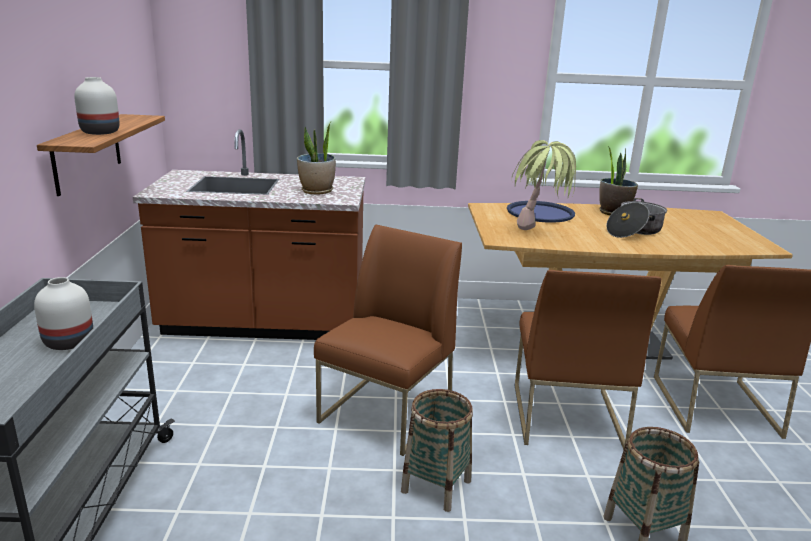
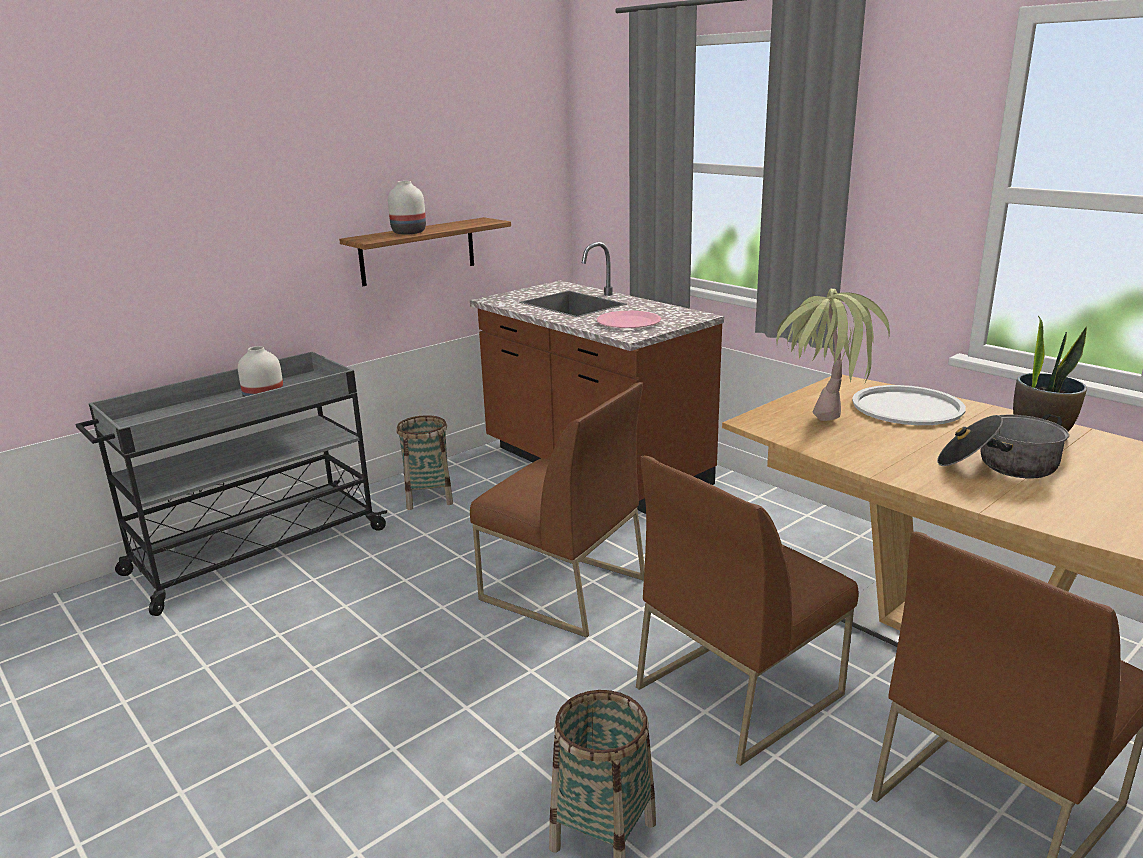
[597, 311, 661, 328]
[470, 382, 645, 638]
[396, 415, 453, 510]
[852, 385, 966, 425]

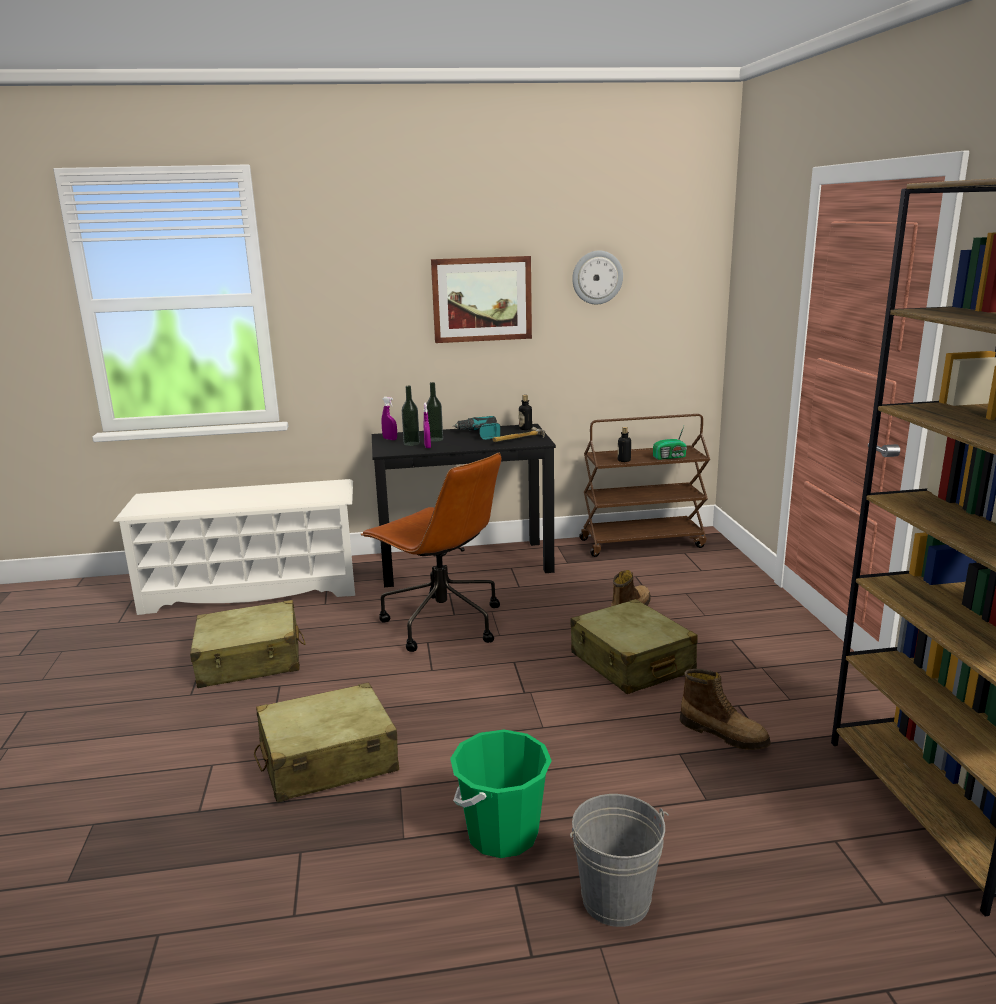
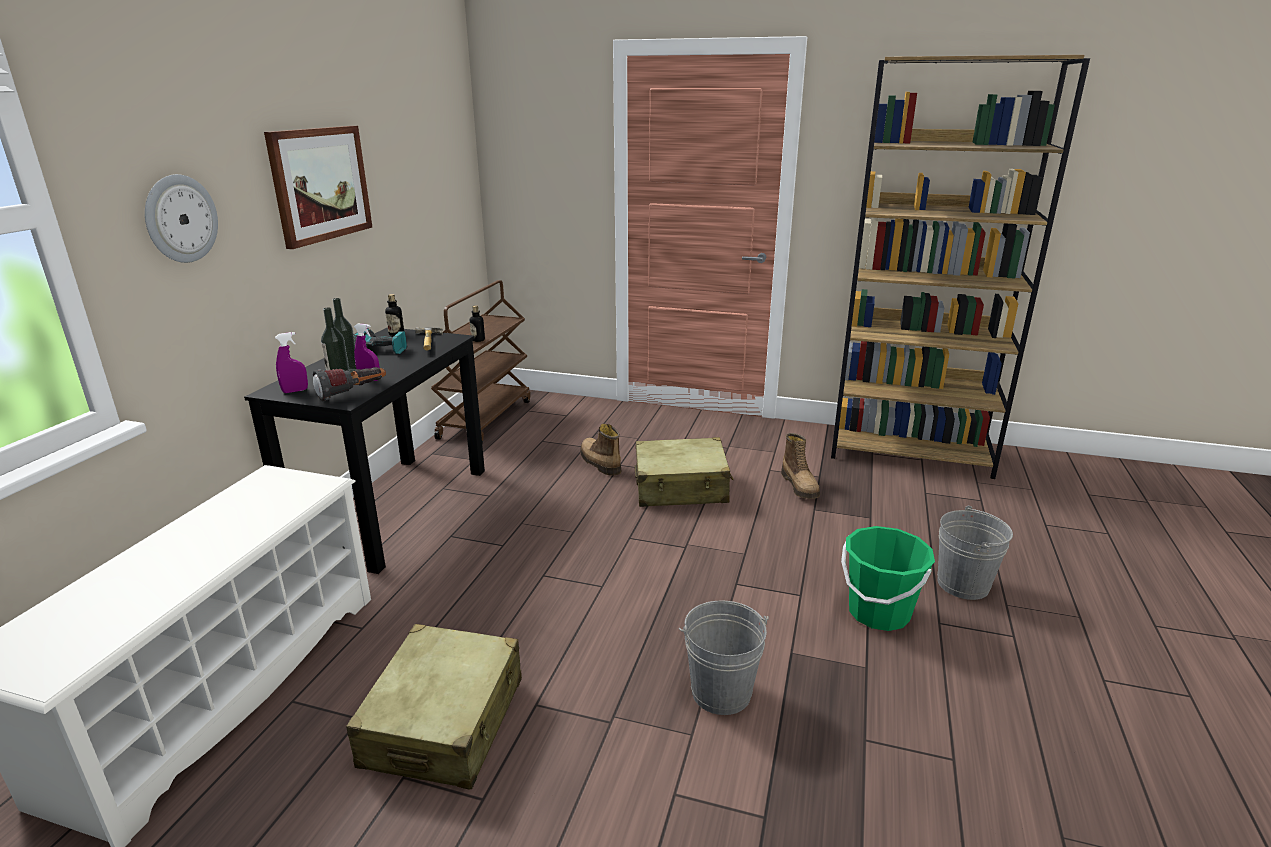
[679, 601, 769, 715]
[361, 452, 501, 652] (first image)
[145, 174, 218, 263]
[653, 424, 687, 460] (first image)
[781, 433, 820, 499]
[313, 367, 386, 401]

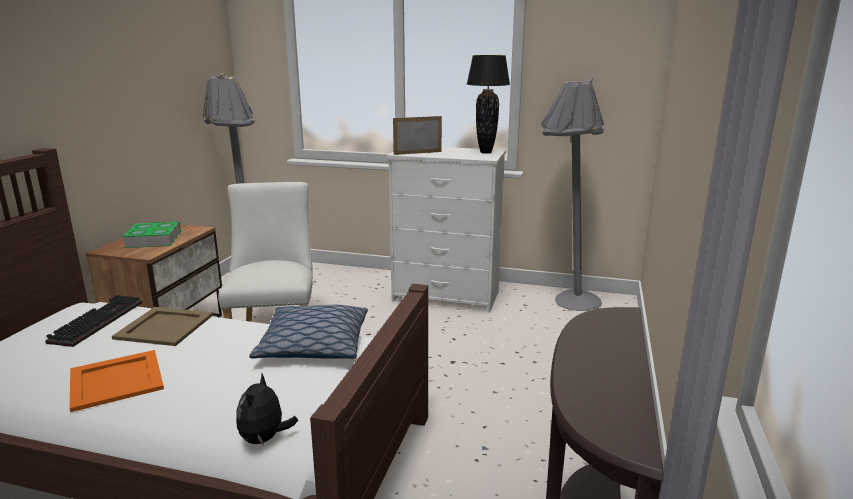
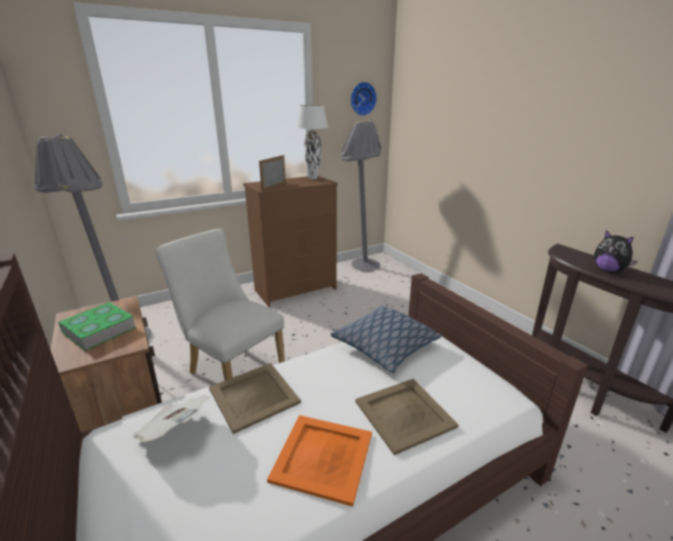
[133, 395, 211, 442]
[594, 230, 637, 272]
[243, 176, 338, 307]
[296, 105, 328, 180]
[350, 82, 377, 116]
[355, 379, 459, 455]

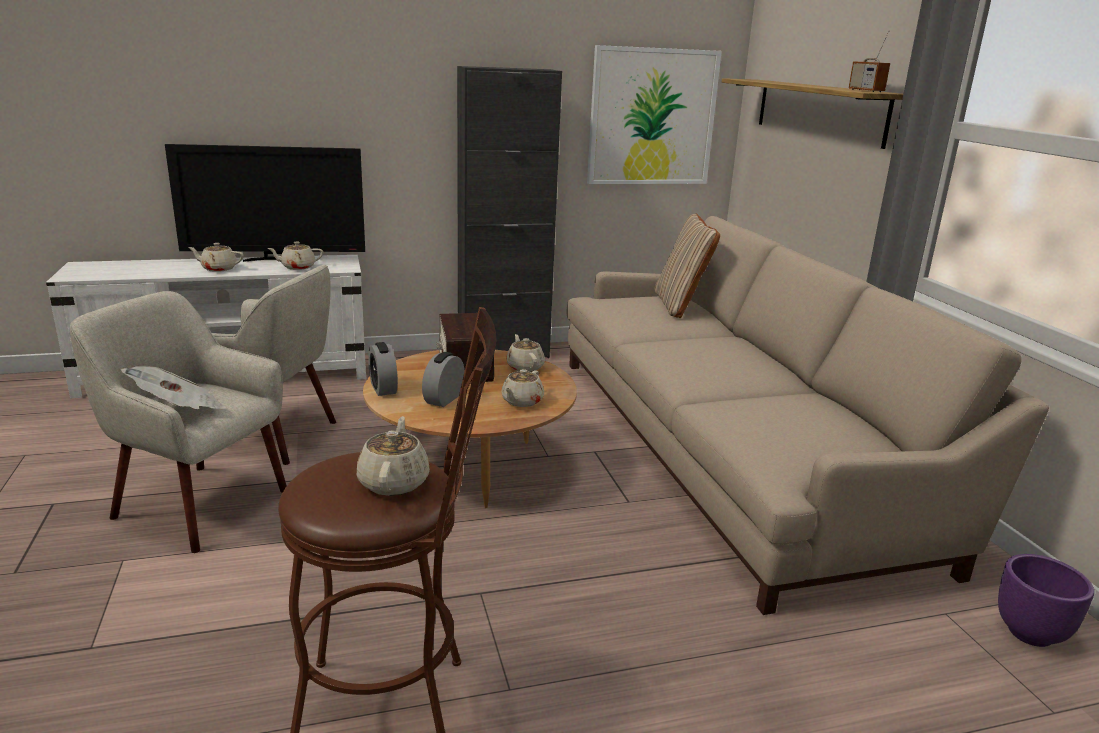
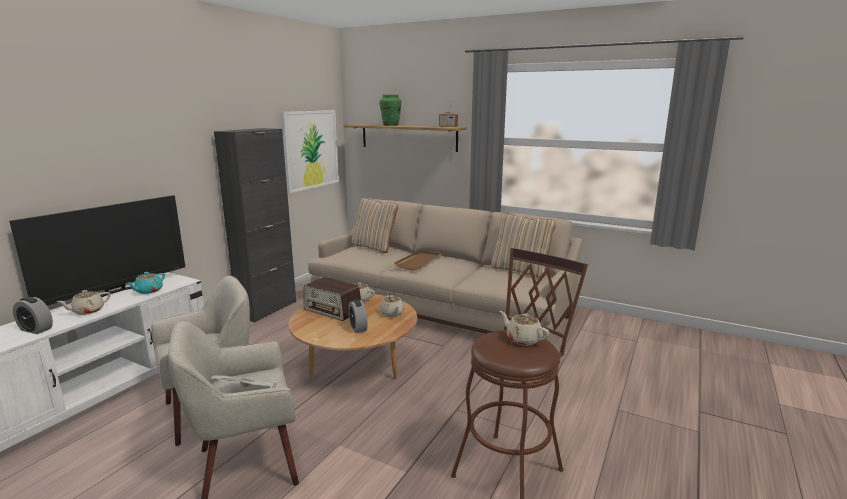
[127, 272, 165, 294]
[13, 297, 53, 334]
[998, 554, 1094, 647] (first image)
[379, 95, 402, 126]
[394, 250, 441, 271]
[491, 213, 556, 278]

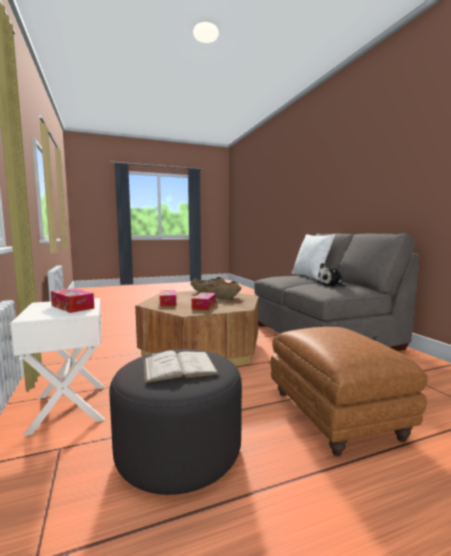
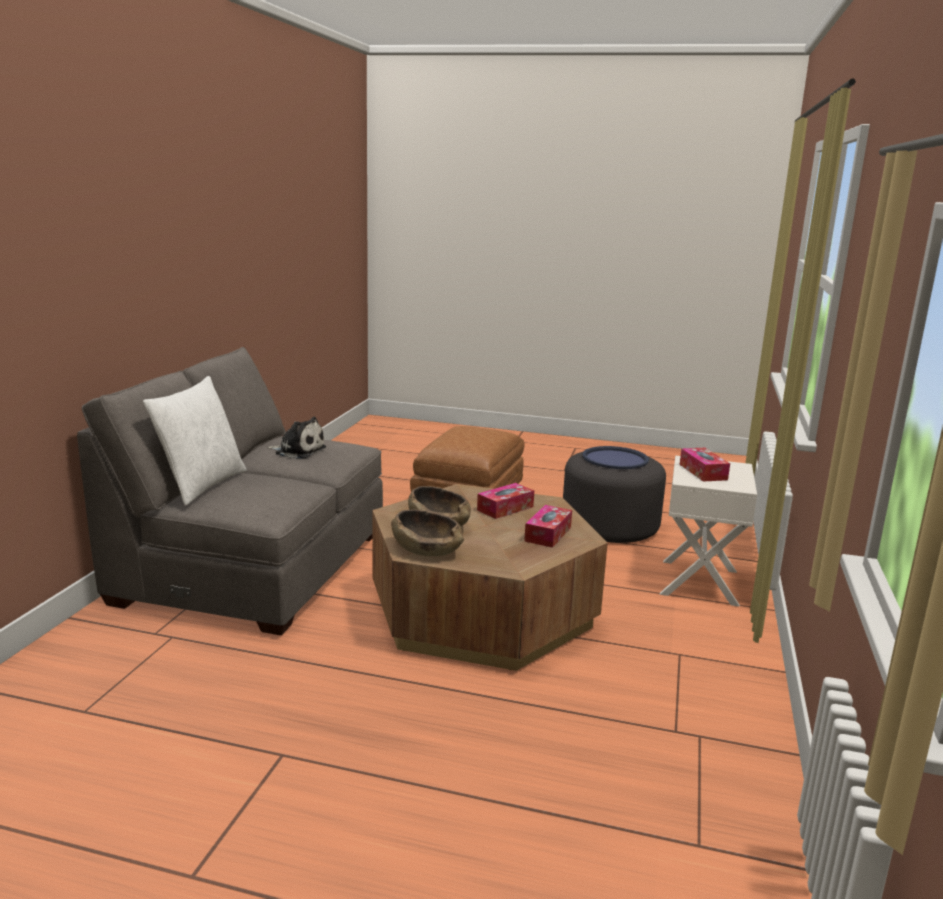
[583, 446, 649, 469]

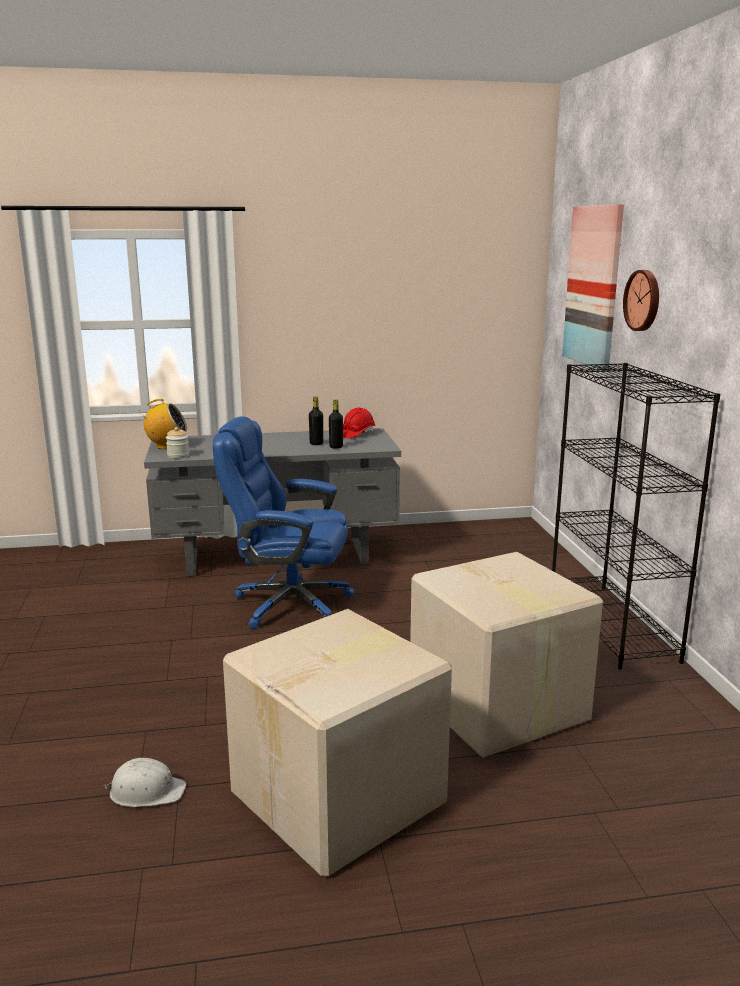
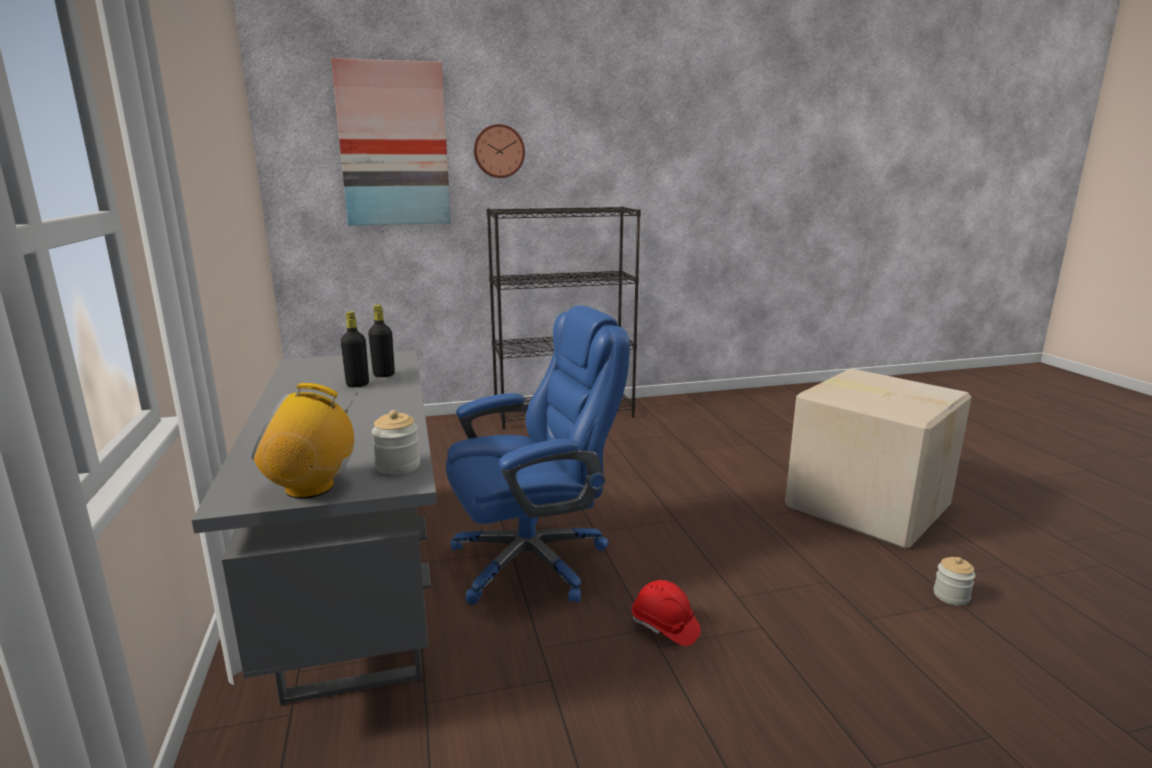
[934, 557, 976, 606]
[252, 383, 357, 498]
[446, 306, 630, 605]
[632, 580, 701, 646]
[410, 552, 603, 758] (first image)

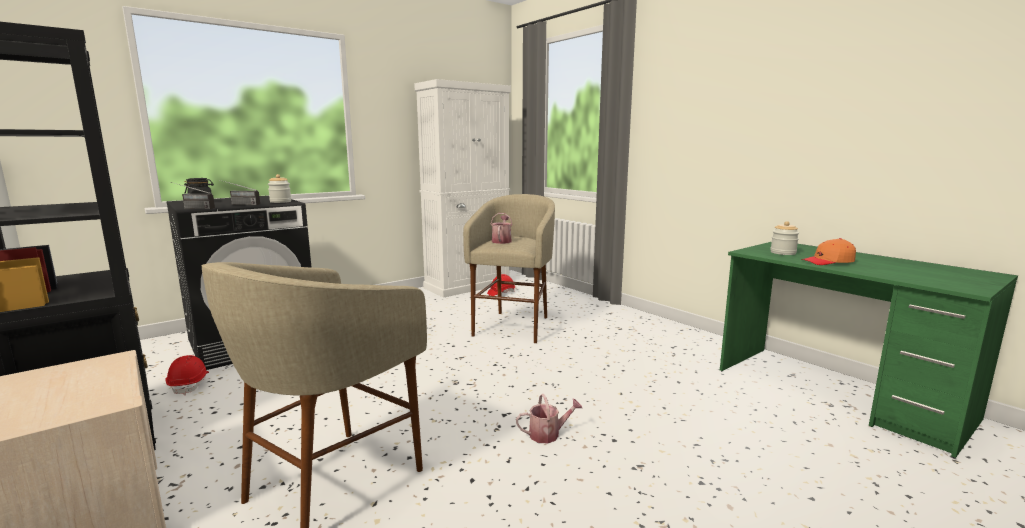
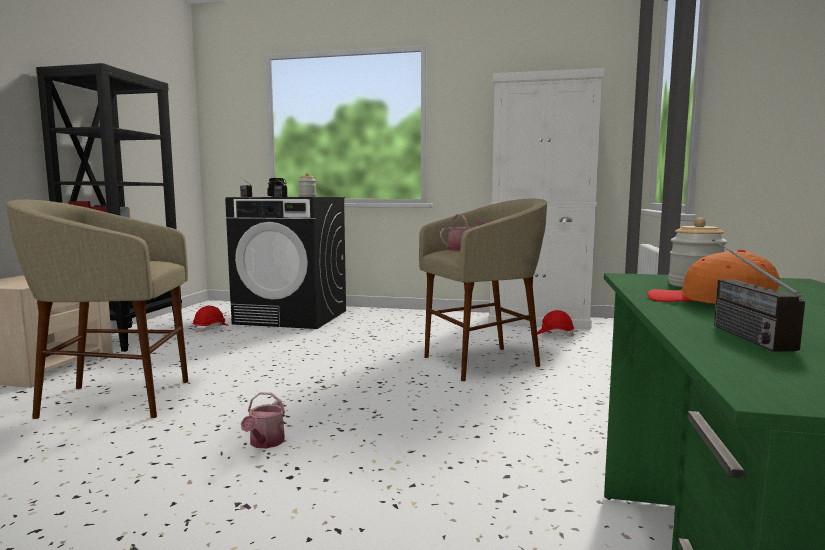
[241, 392, 285, 448]
[712, 239, 805, 351]

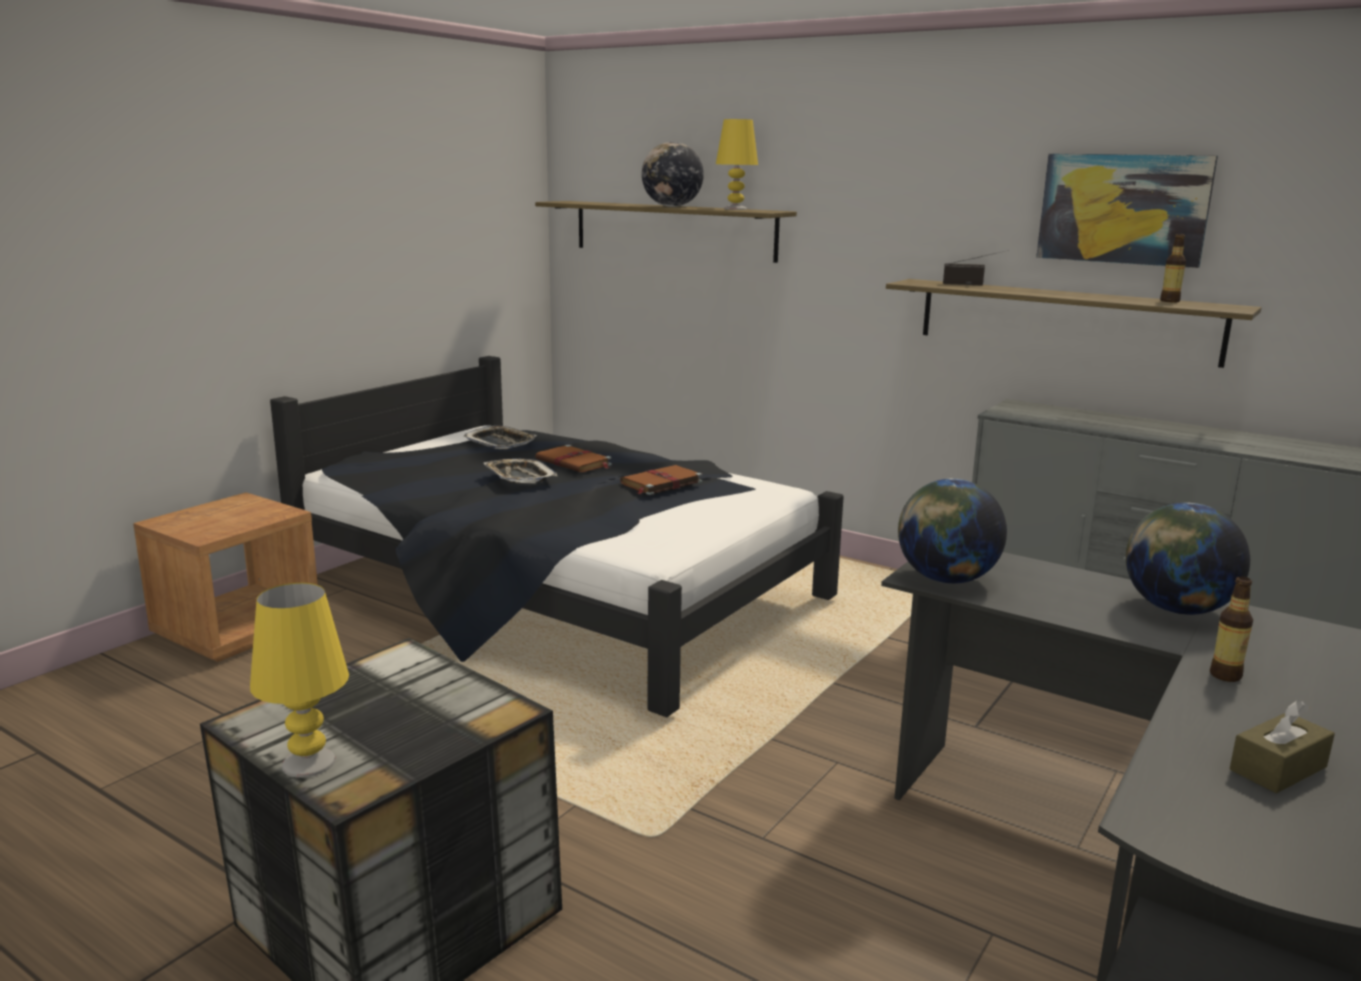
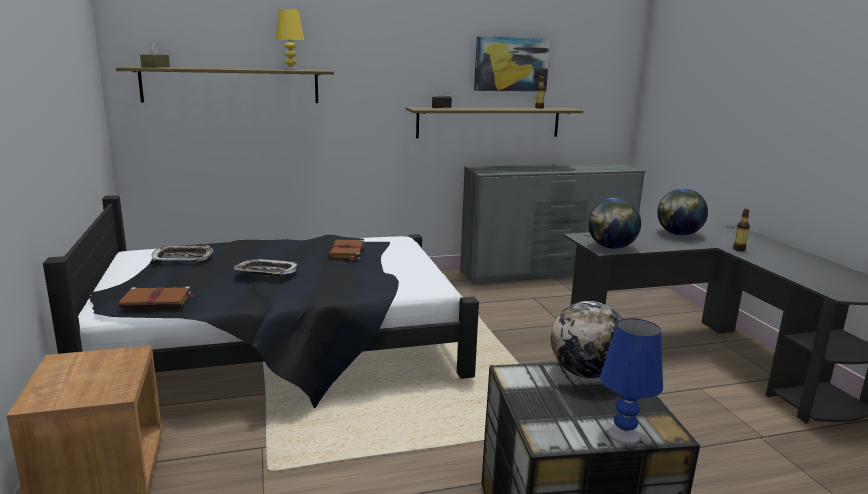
[600, 318, 663, 444]
[119, 287, 195, 307]
[551, 301, 623, 378]
[140, 42, 170, 68]

